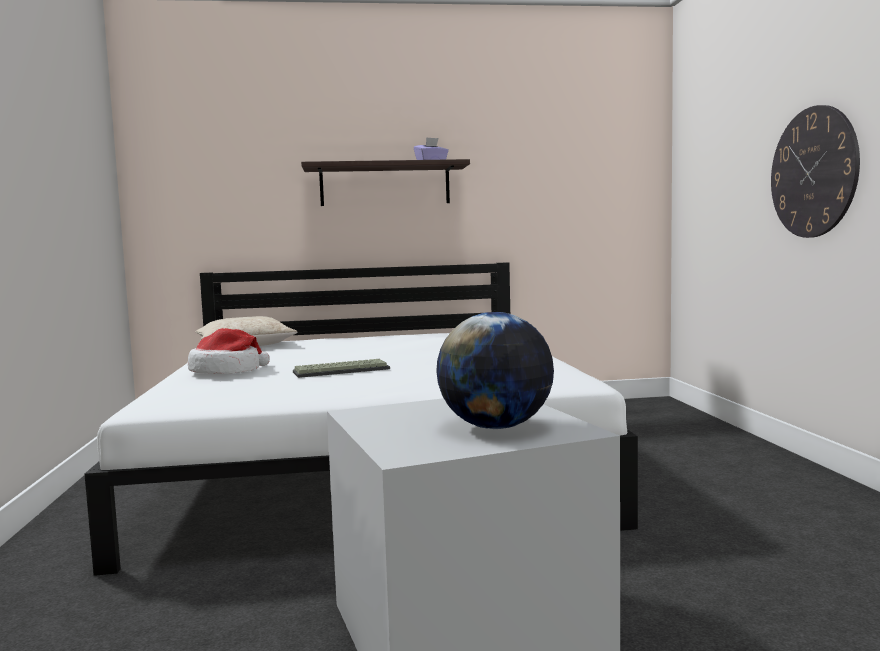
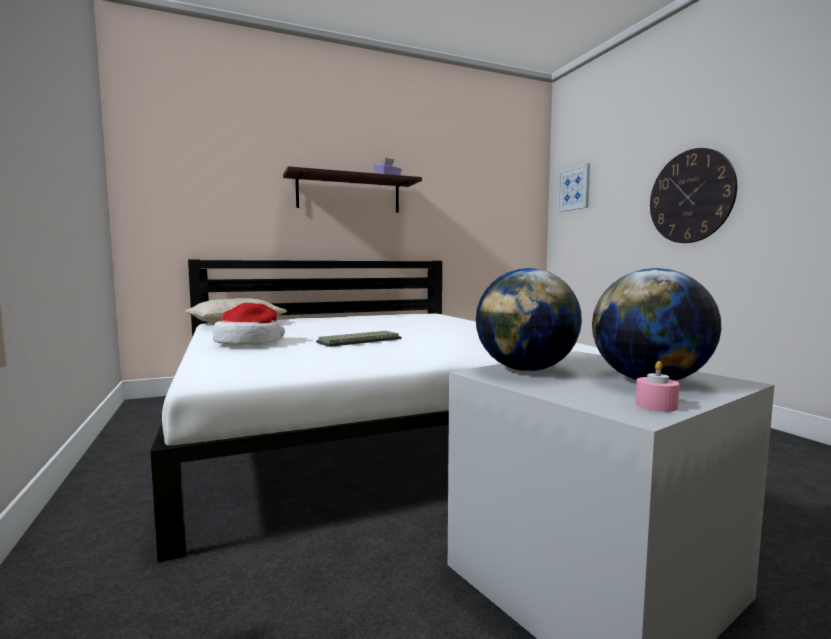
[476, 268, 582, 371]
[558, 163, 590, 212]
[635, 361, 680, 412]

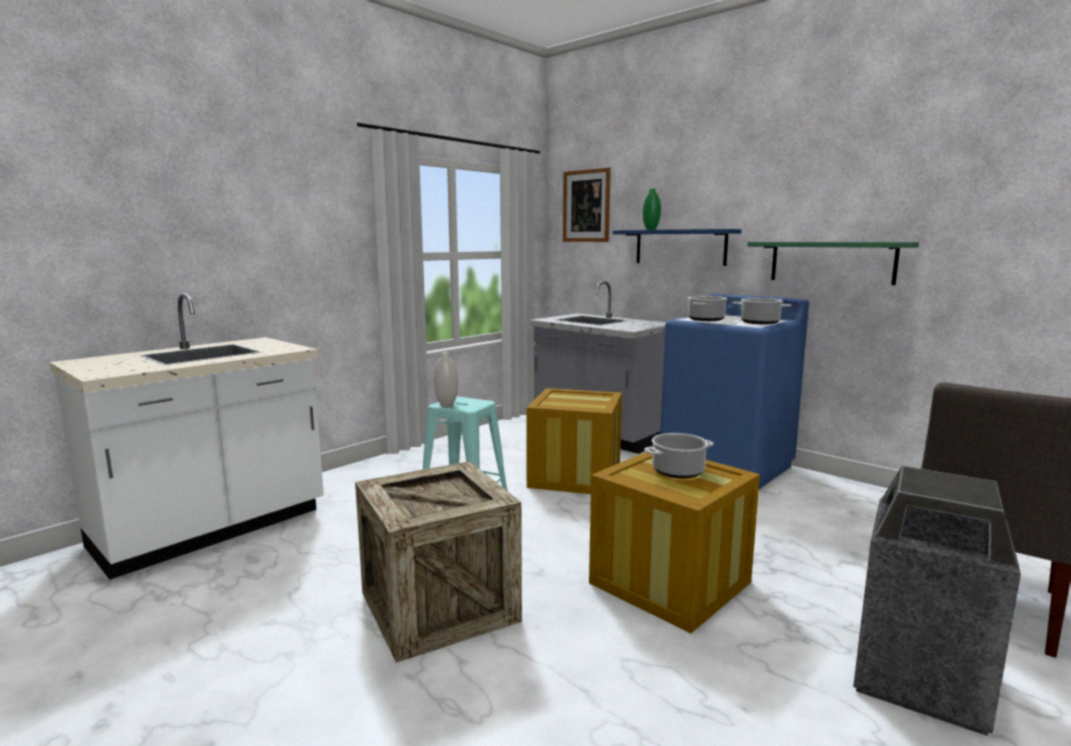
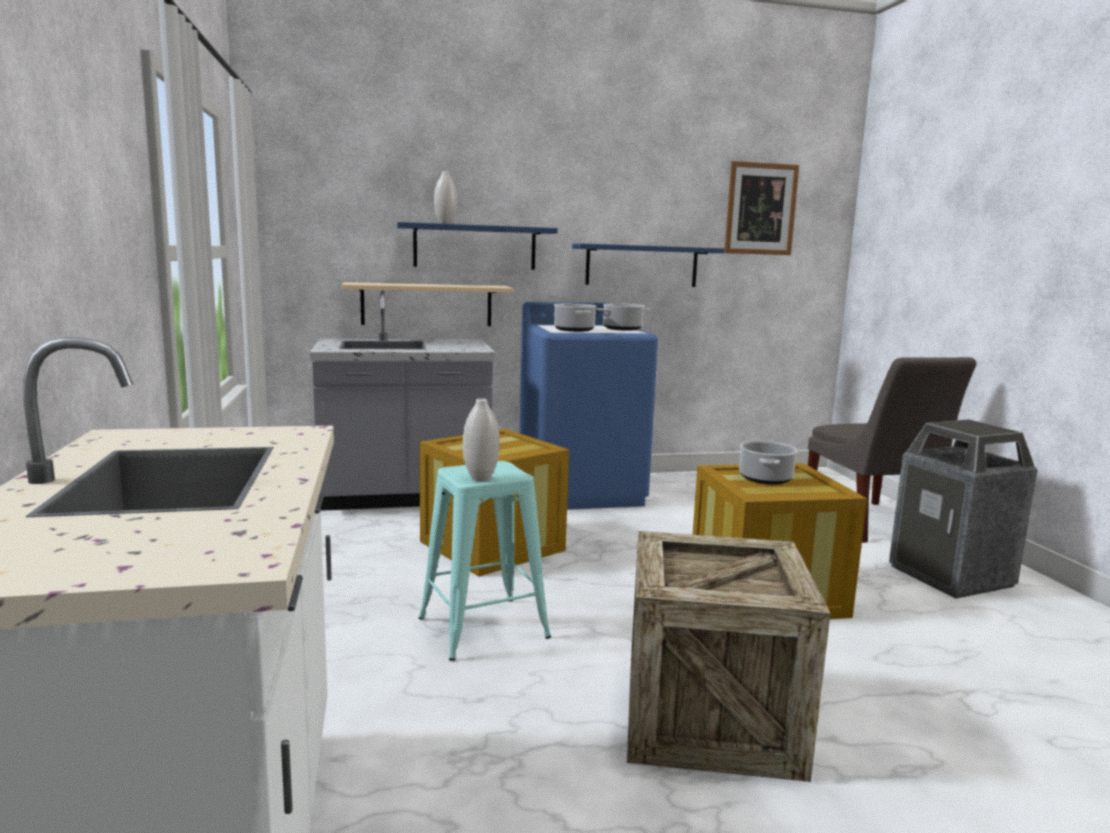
[724, 161, 799, 255]
[434, 171, 457, 224]
[572, 243, 725, 287]
[341, 282, 513, 326]

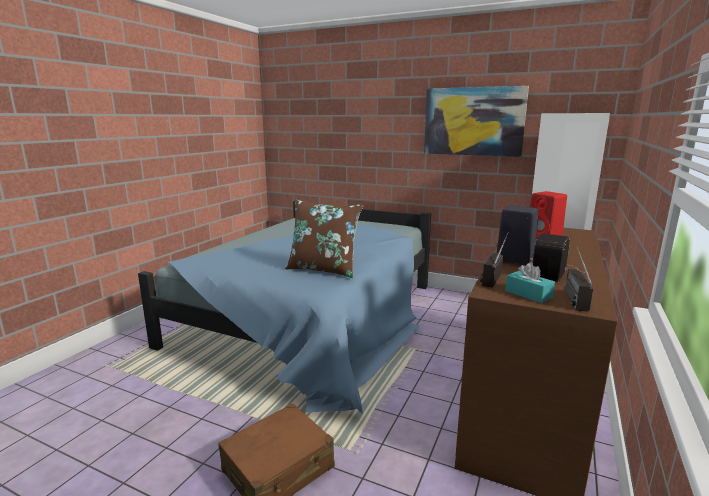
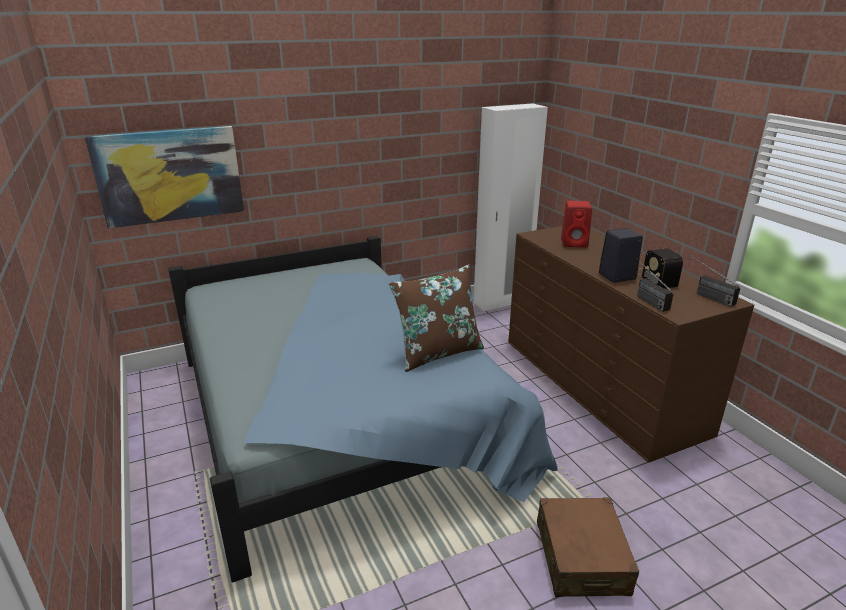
[85, 126, 244, 228]
[505, 262, 555, 303] (first image)

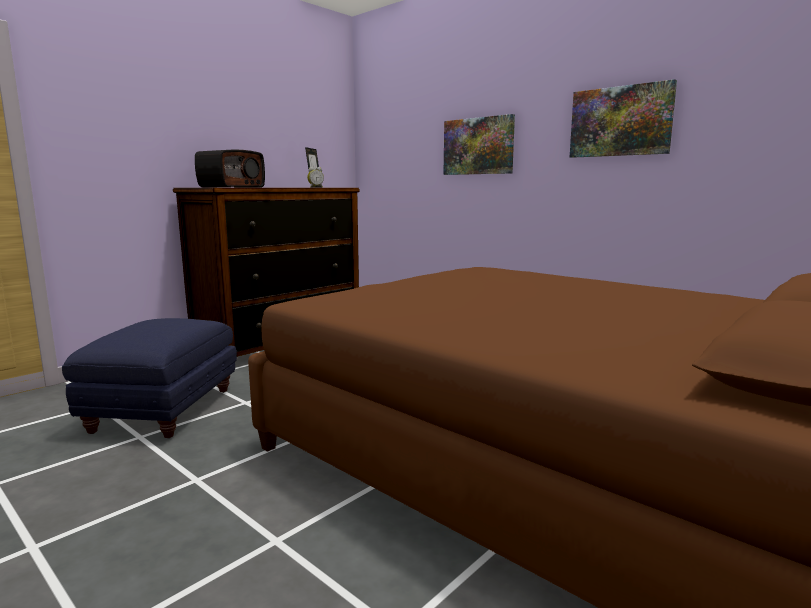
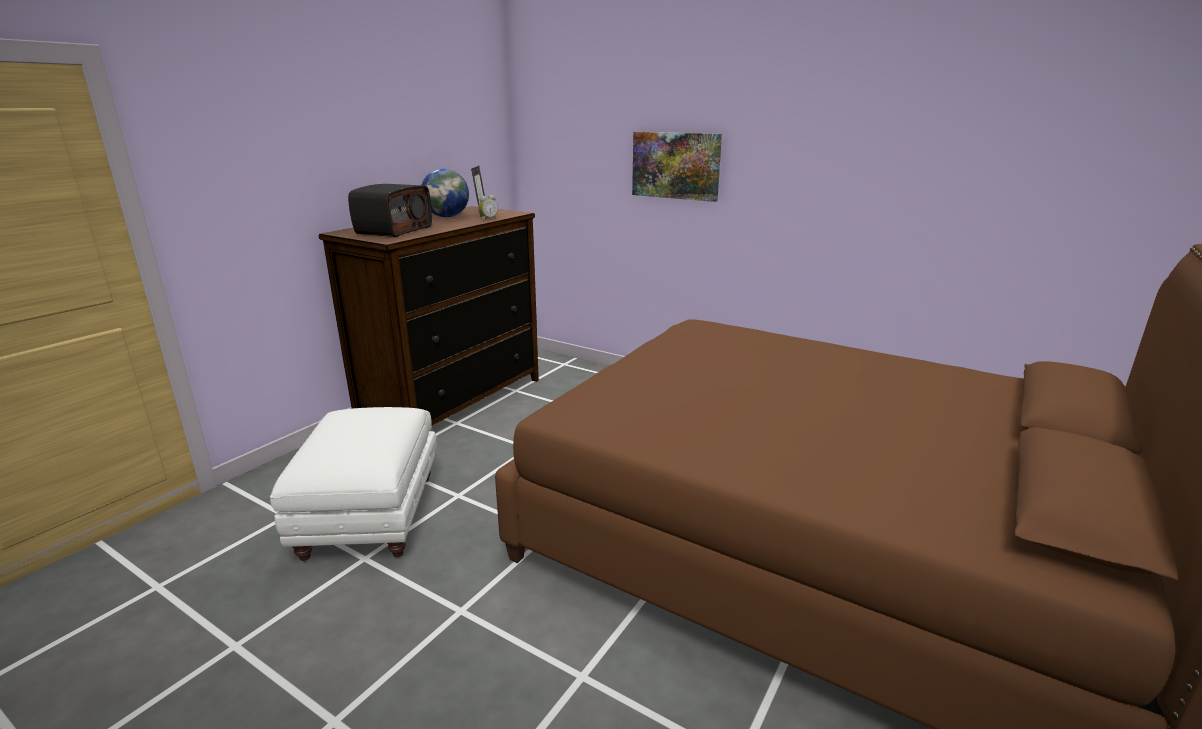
[270, 407, 437, 561]
[570, 79, 677, 158] (first image)
[422, 169, 469, 217]

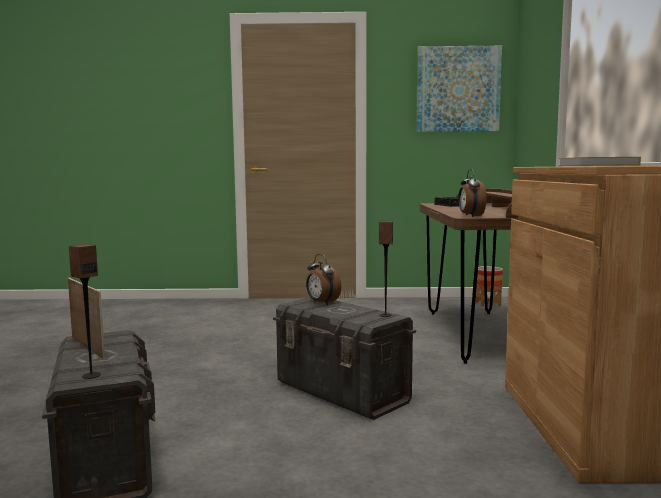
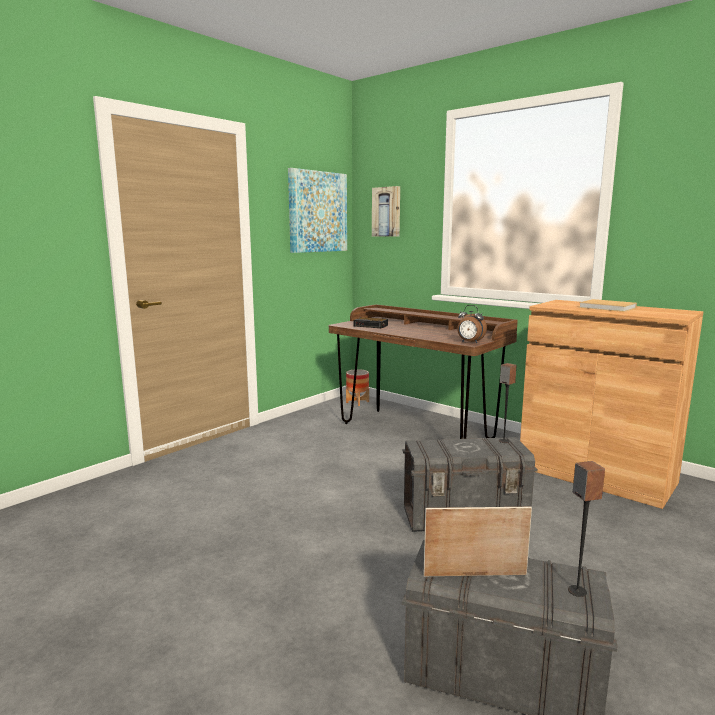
[306, 254, 341, 305] (first image)
[372, 186, 400, 237]

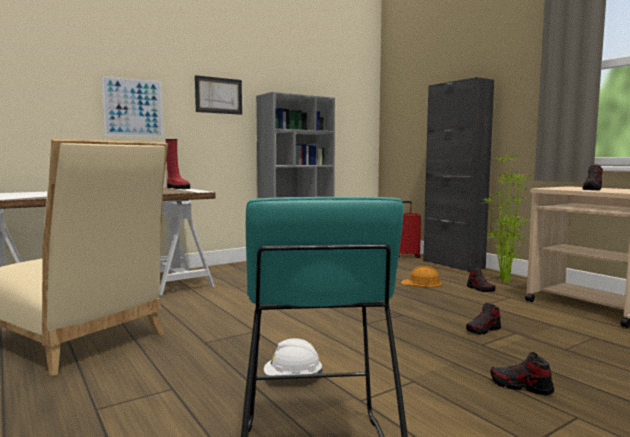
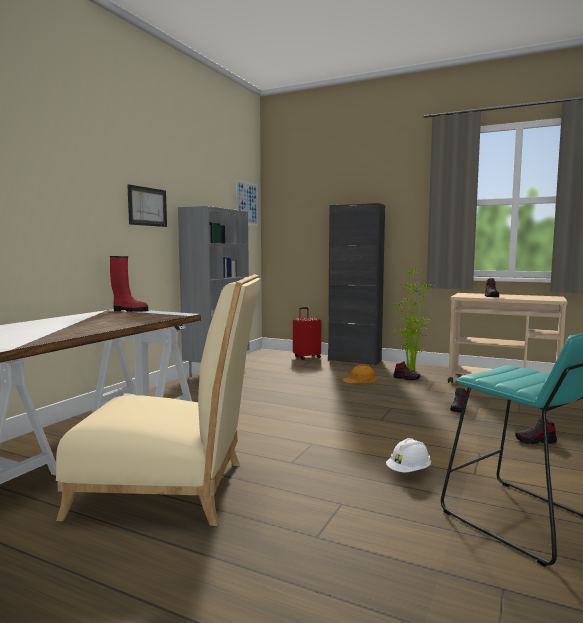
[236, 180, 258, 226]

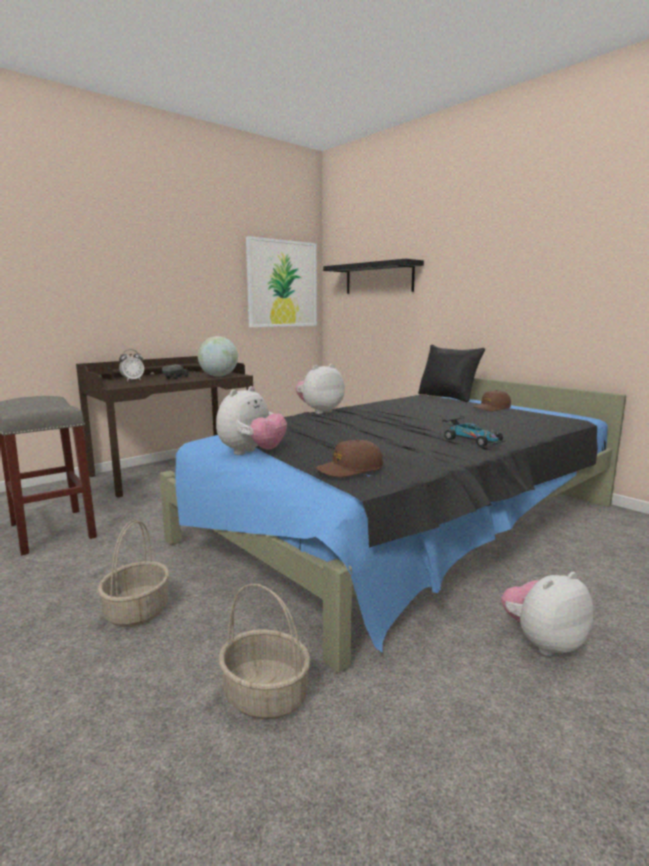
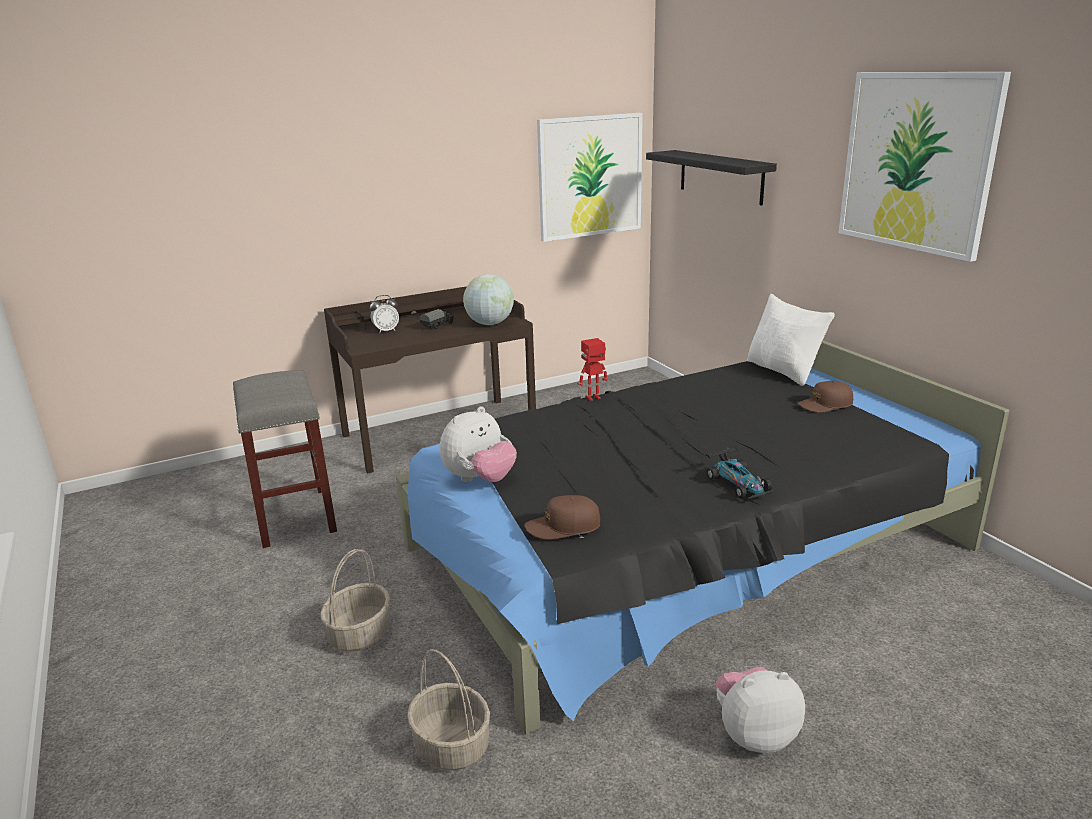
[577, 338, 607, 401]
[747, 294, 835, 386]
[839, 72, 1011, 262]

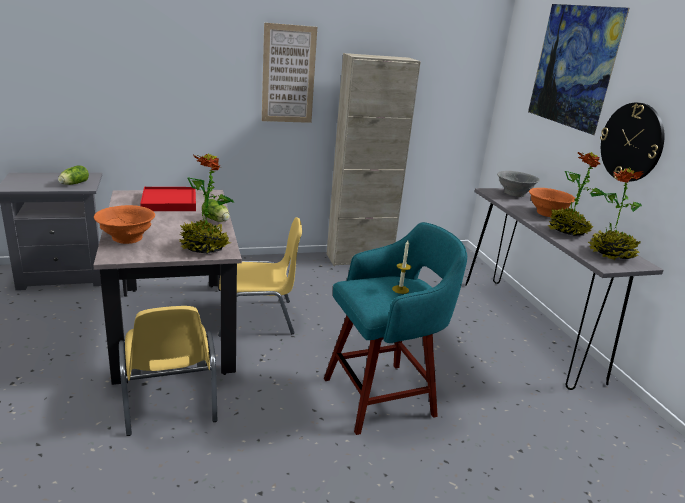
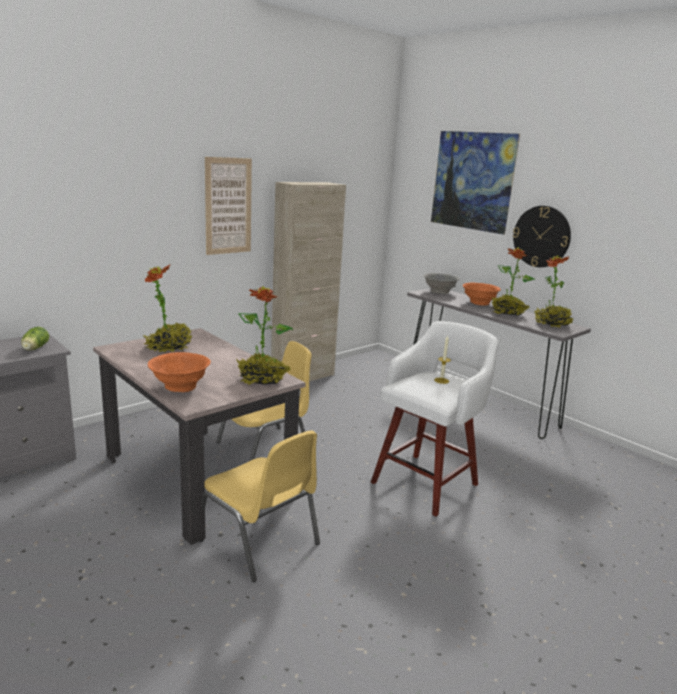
[143, 265, 192, 352]
[202, 199, 230, 222] (first image)
[371, 321, 498, 516]

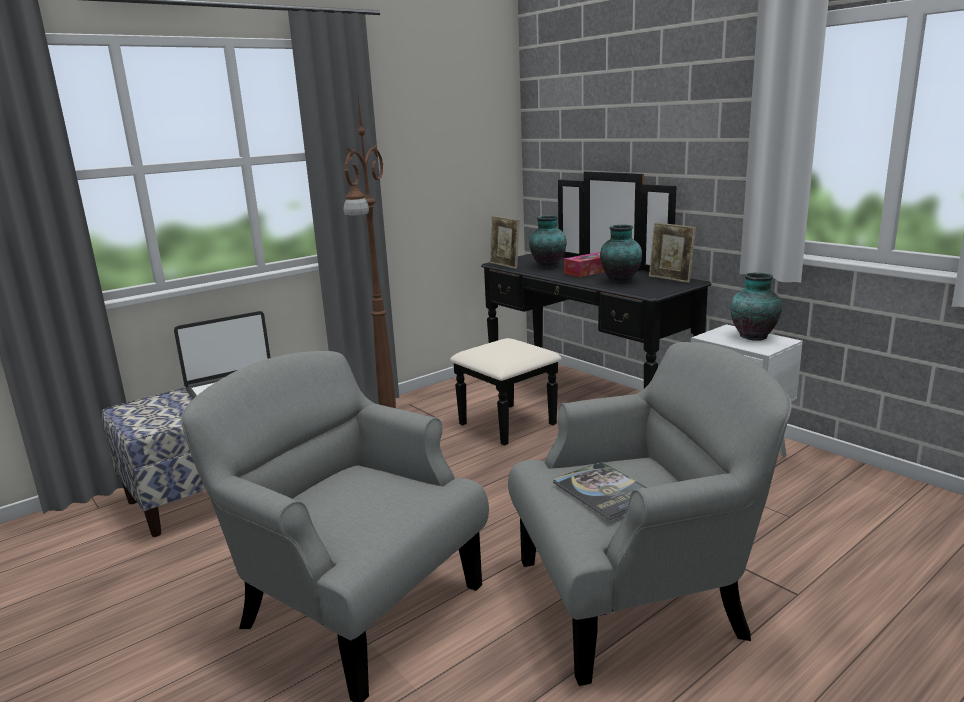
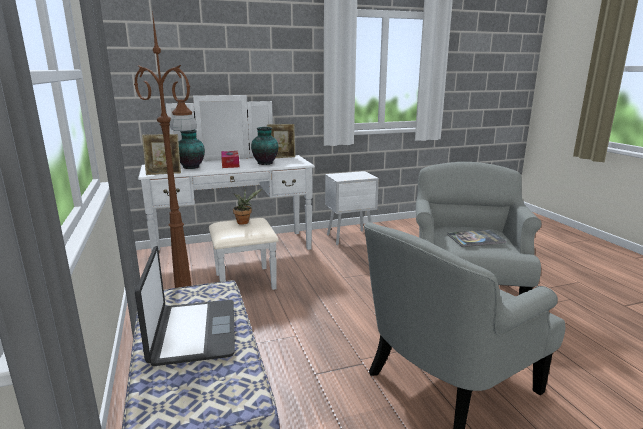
[138, 95, 315, 290]
[731, 273, 782, 341] (first image)
[233, 188, 263, 225]

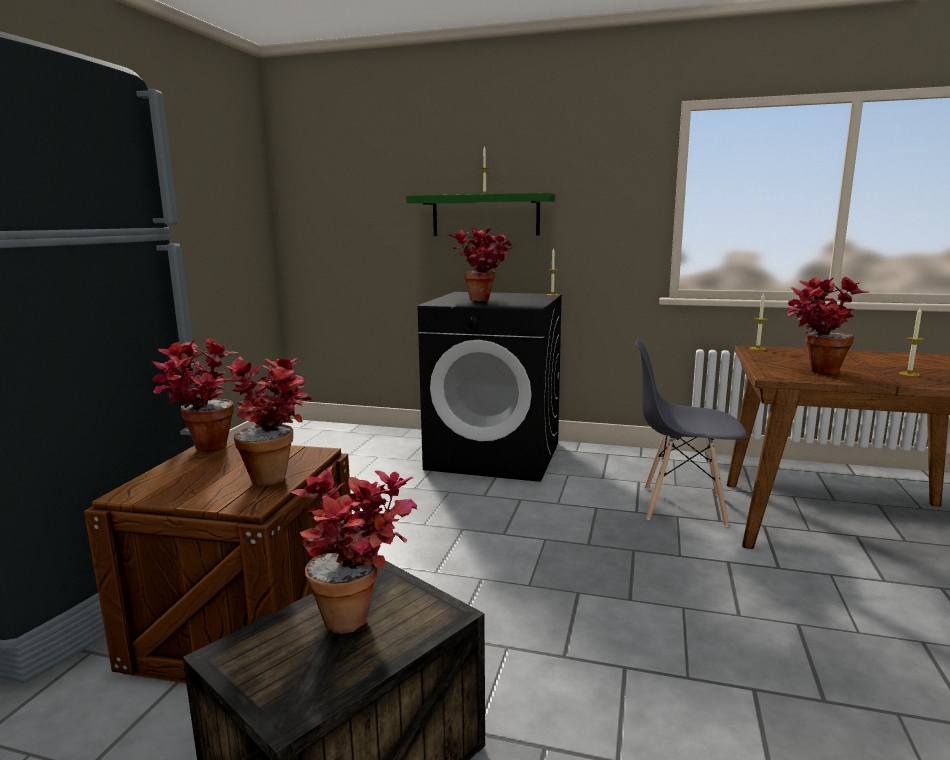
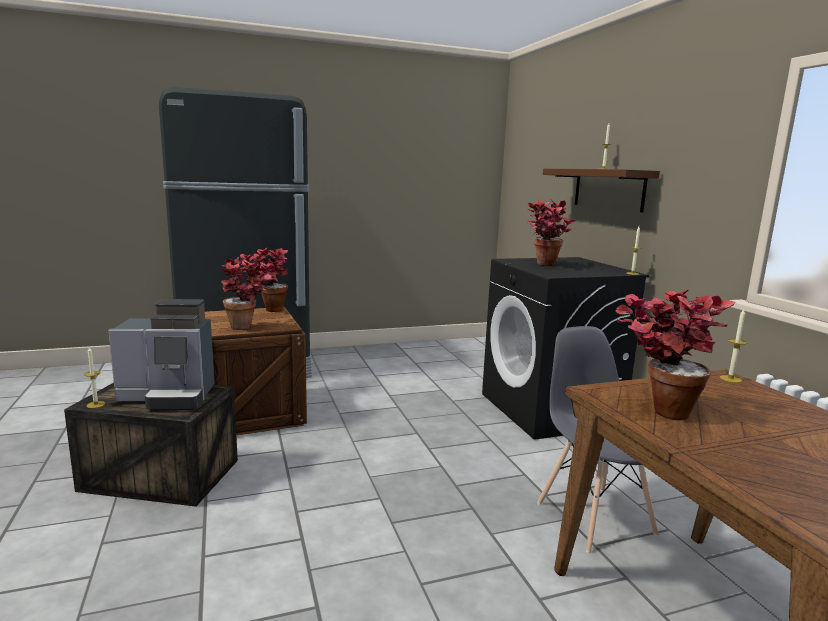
[108, 299, 214, 410]
[543, 169, 660, 212]
[84, 347, 105, 408]

